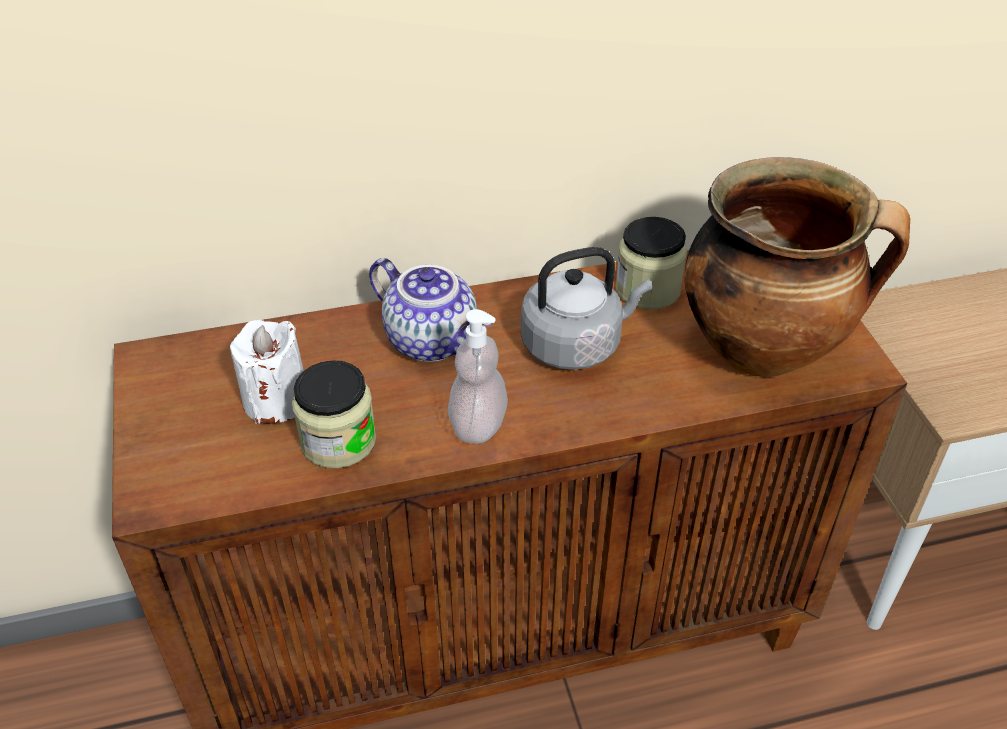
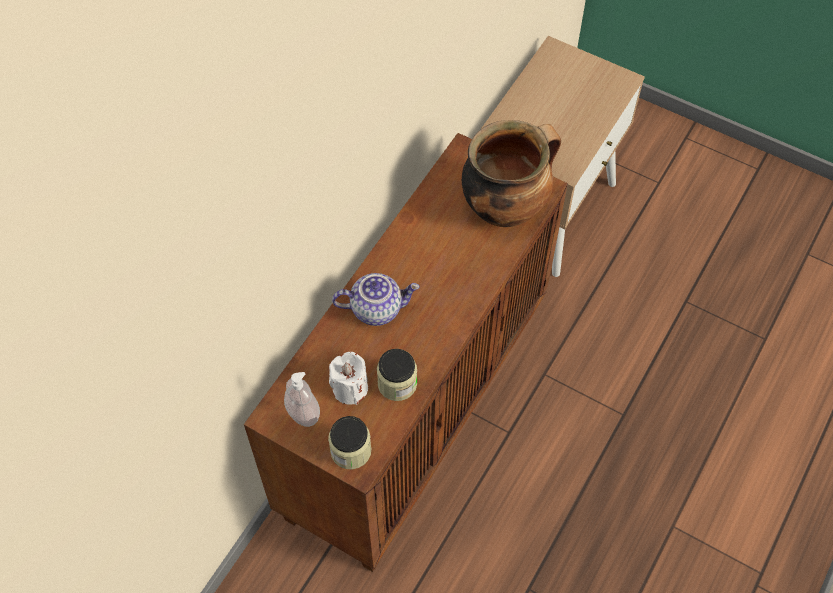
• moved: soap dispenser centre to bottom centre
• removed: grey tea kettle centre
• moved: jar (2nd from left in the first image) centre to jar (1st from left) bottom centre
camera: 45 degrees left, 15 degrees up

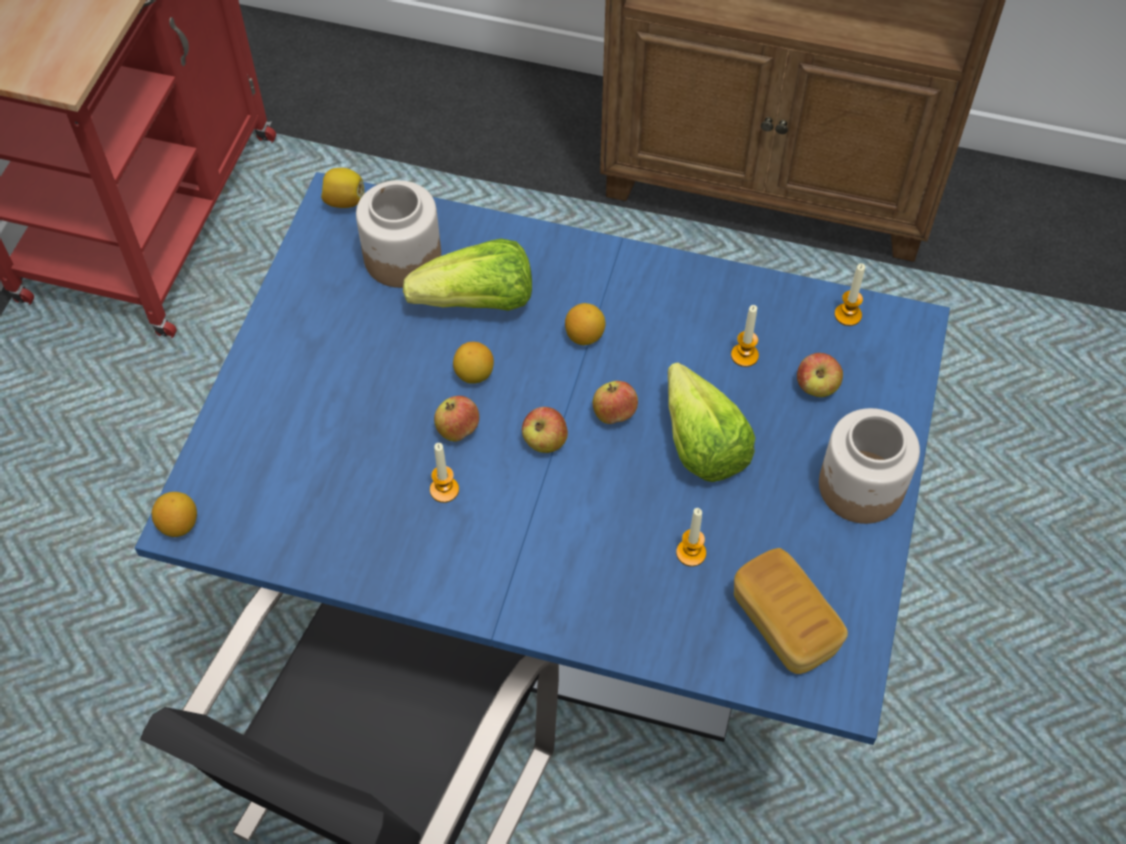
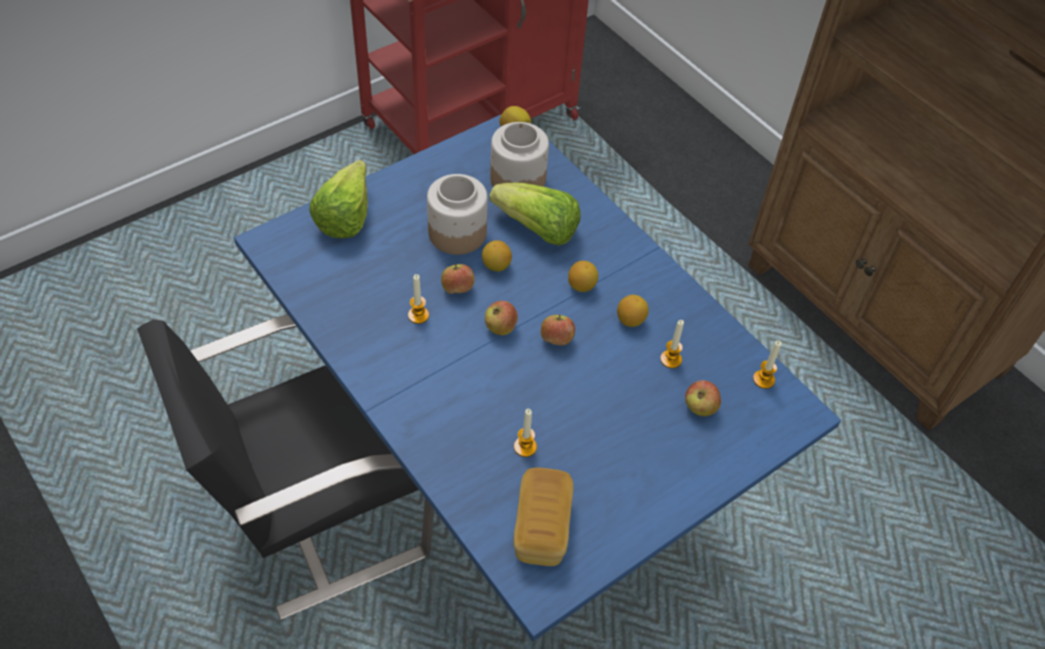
• moved: lemon (1st from left in the first image) middle left to lemon (4th from left) centre
• moved: head of lettuce (2nd from left in the first image) centre to head of lettuce (1st from left) top left
• moved: jar (2nd from left in the first image) middle right to jar (1st from left) top centre
camera: 35 degrees right, 5 degrees down

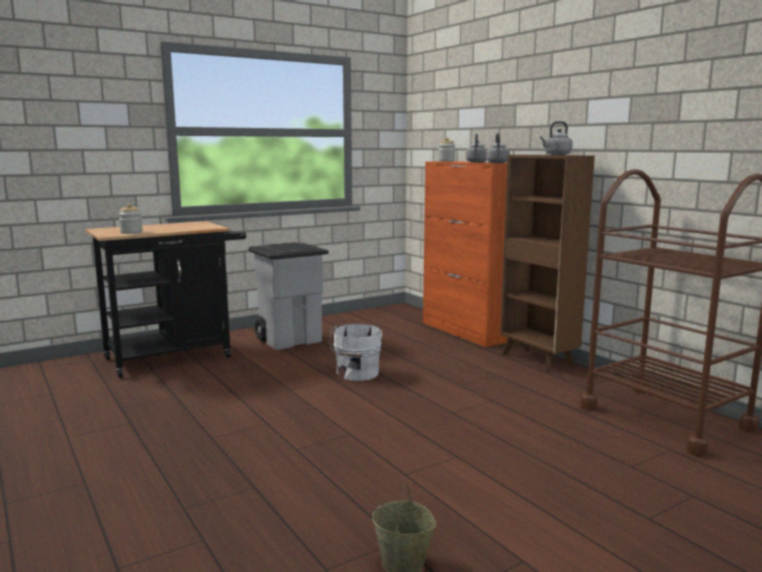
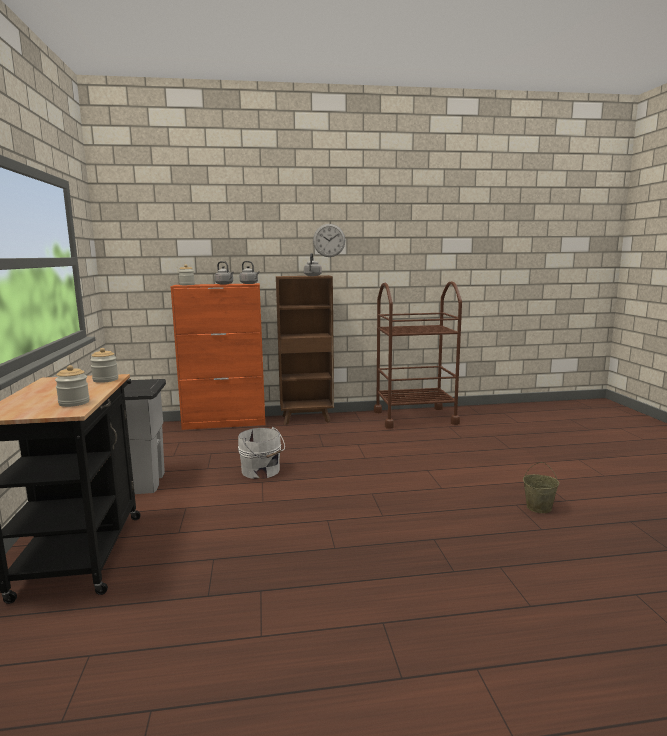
• added: jar (2nd from left) middle left
• added: hanging clock top centre
camera: 65 degrees left, 0 degrees up

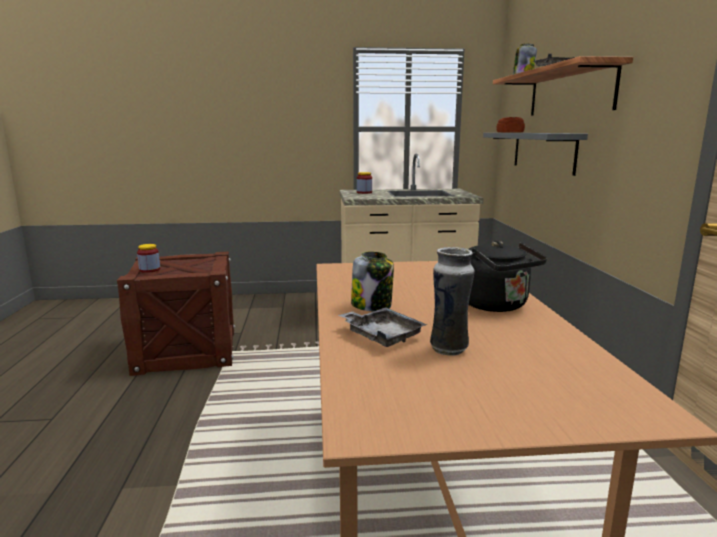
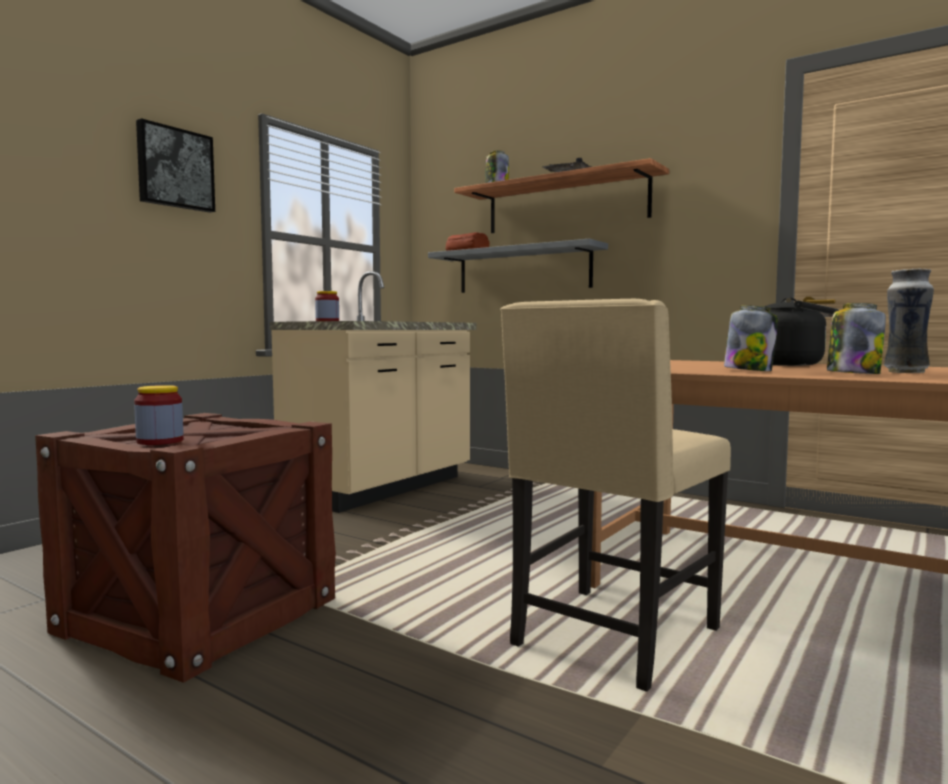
• replaced: grey carrying tray (1st from left) centre to jar (5th from left) middle right
• added: wall art top left
• added: beige upright chair centre
camera: 50 degrees left, 10 degrees down

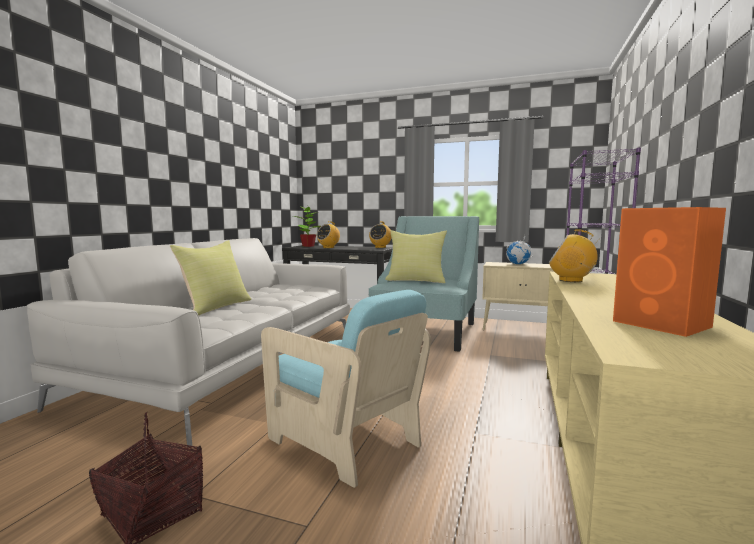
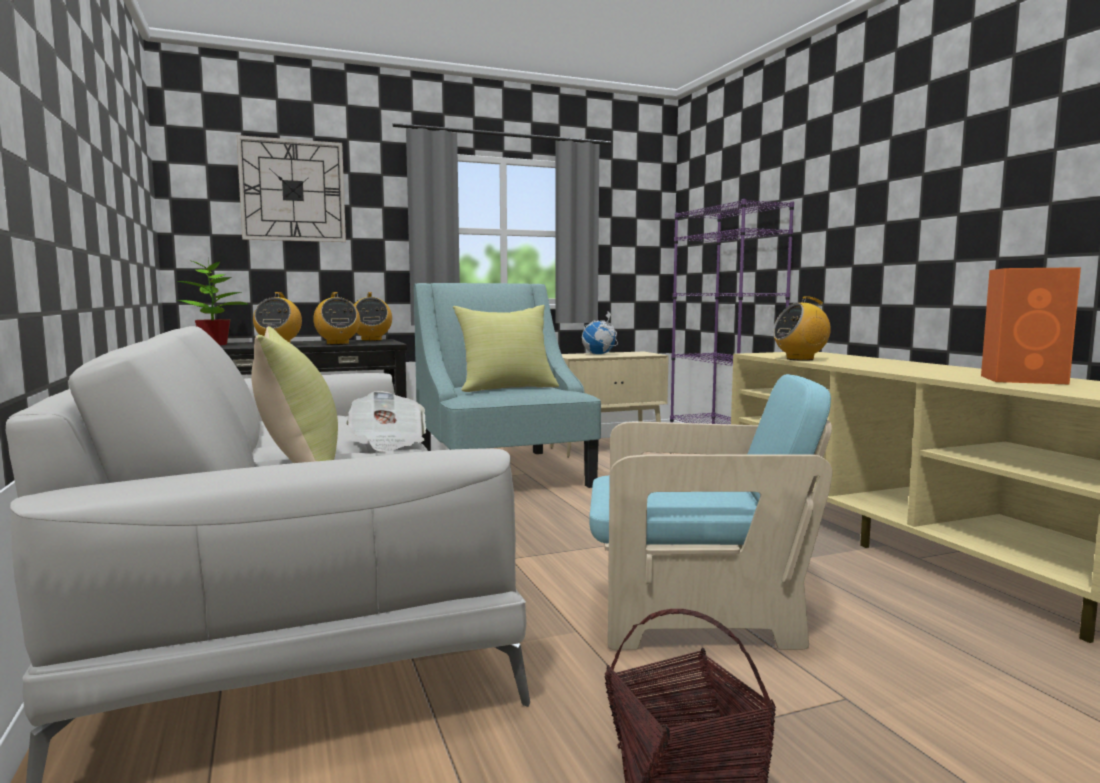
• added: hanging clock top left
• added: radio (2nd from left) middle left
• added: printed paper centre
camera: 40 degrees left, 0 degrees up

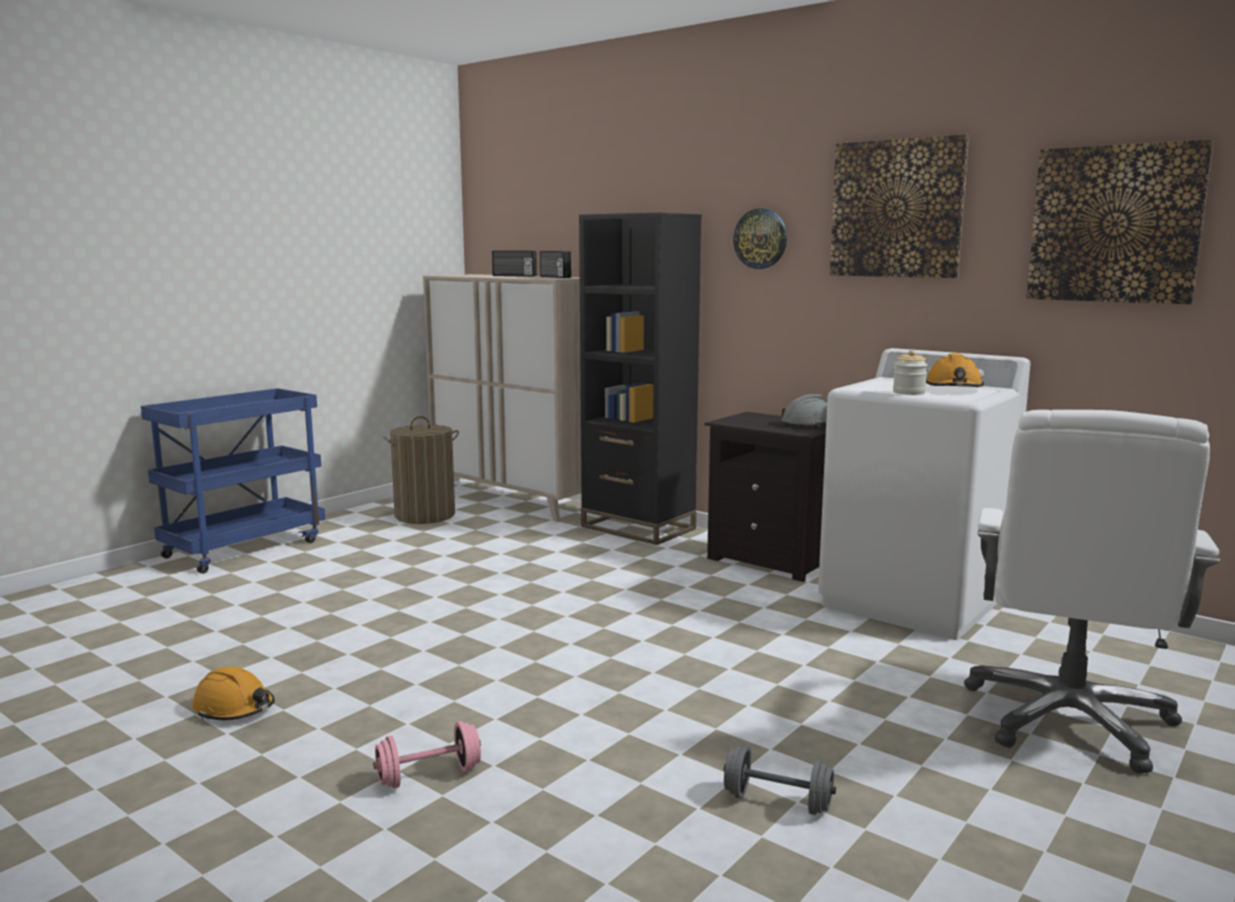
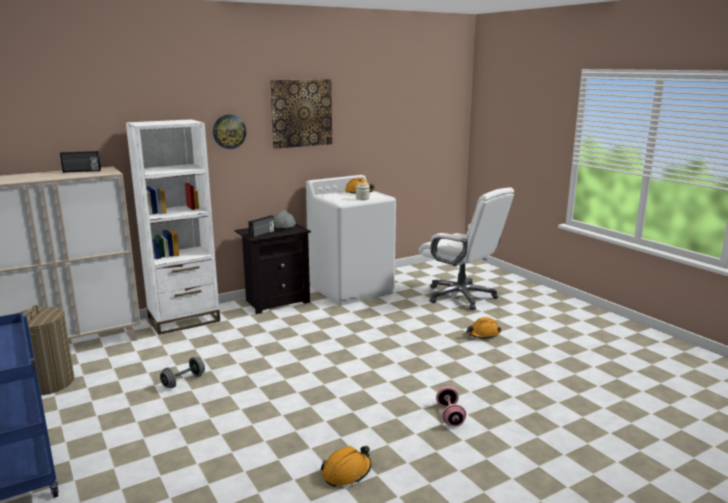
• moved: radio (1st from left in the first image) top centre to radio (2nd from left) centre
• recoloured: black shelving unit centre to white shelving unit middle left
• moved: grey dumbbell bottom centre to bottom left
• removed: wall art (2nd from left) top right
• added: orange-coloured safety helmet (3rd from left) centre
camera: 70 degrees left, 5 degrees up

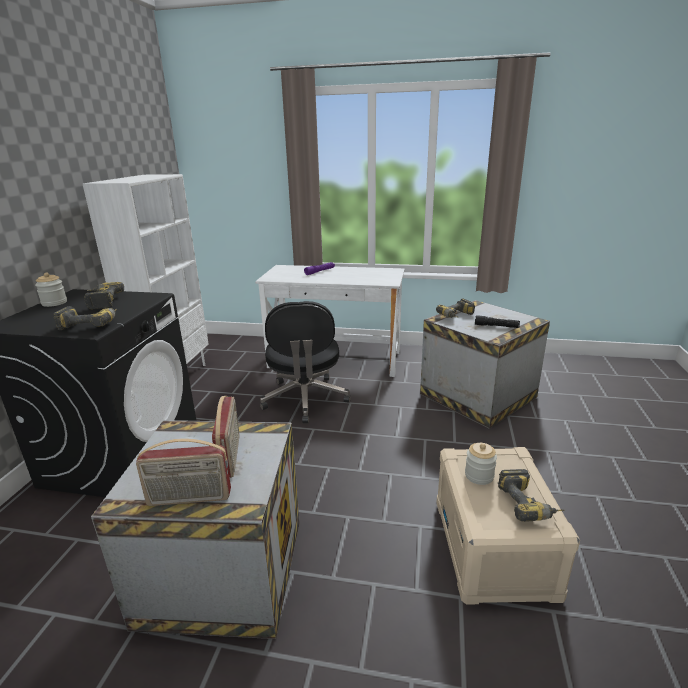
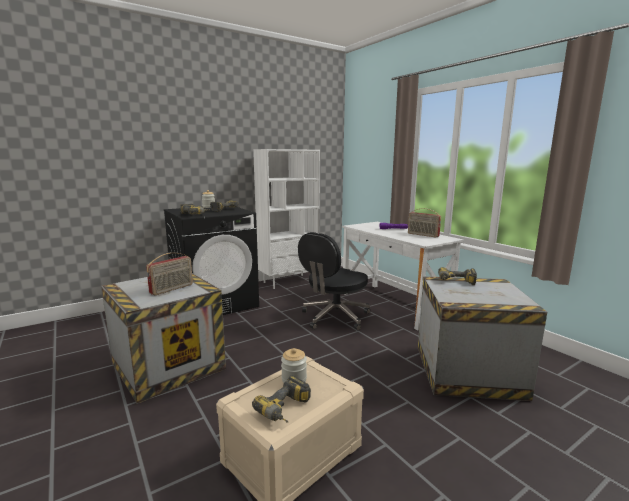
• moved: radio (1st from left in the first image) bottom left to radio (2nd from left) middle right
• removed: black torch middle right
camera: 45 degrees right, 10 degrees down

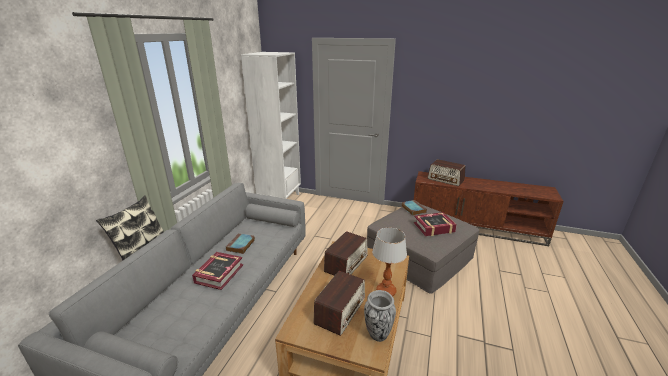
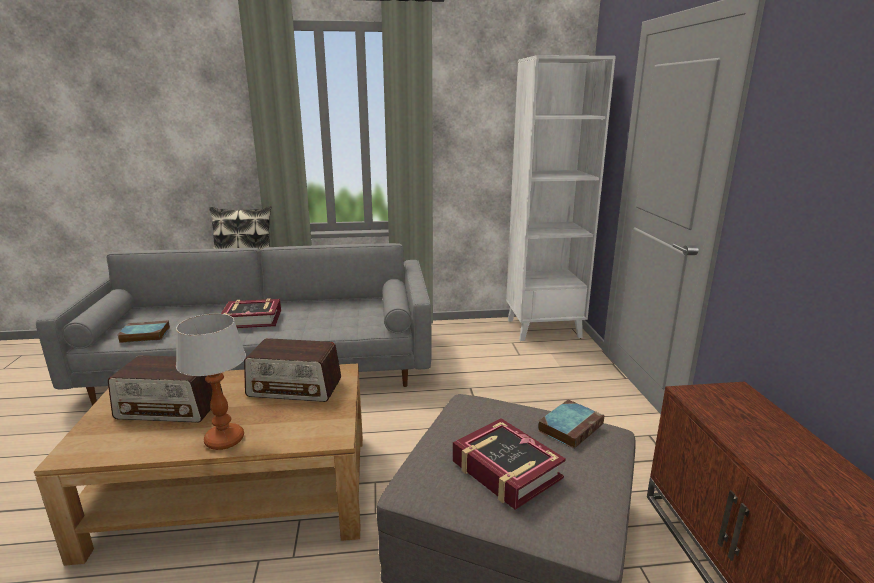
• moved: bound book (2nd from left in the first image) centre to bound book (1st from left) middle left
• removed: decorative vase bottom centre
• removed: radio (3rd from left) middle right
camera: 65 degrees right, 5 degrees down

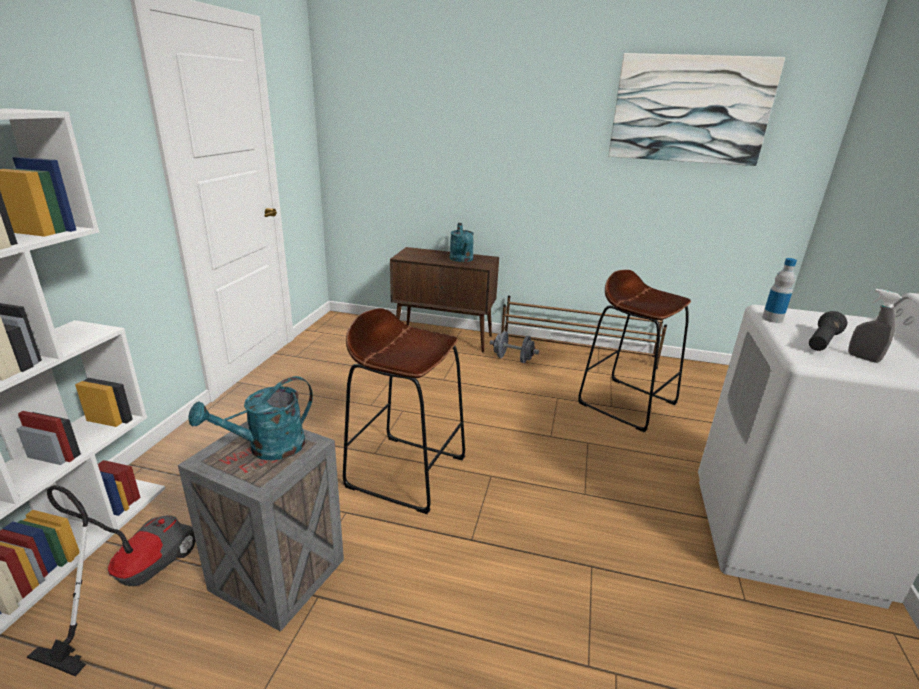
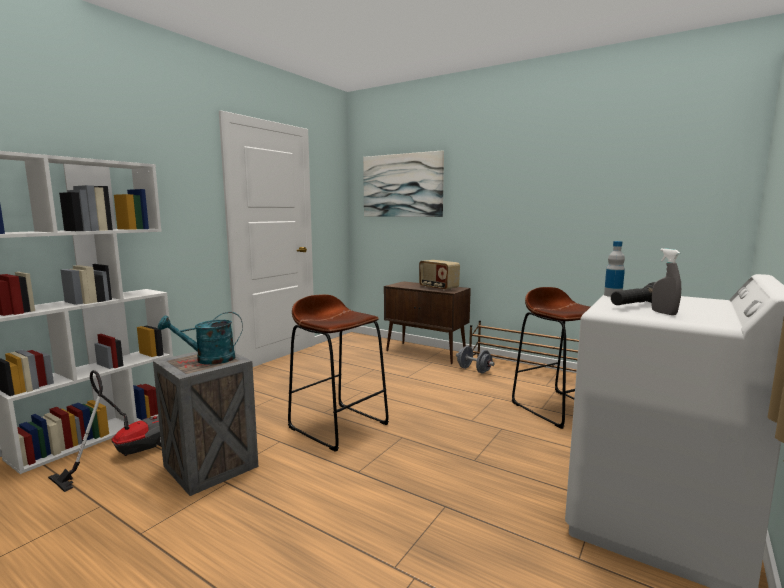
• replaced: turquoise-coloured watering can (2nd from left) centre to radio centre
• moved: wall art top right to top centre
camera: 20 degrees right, 15 degrees down

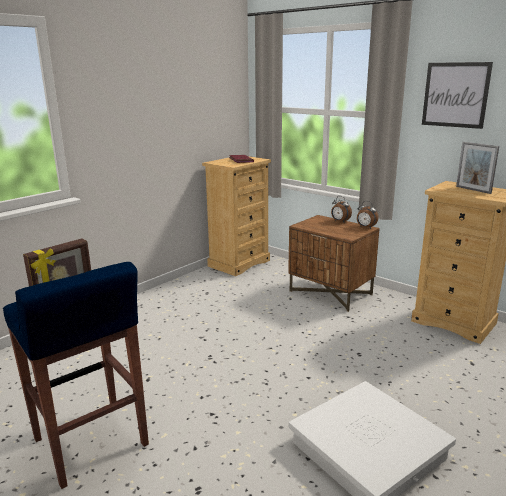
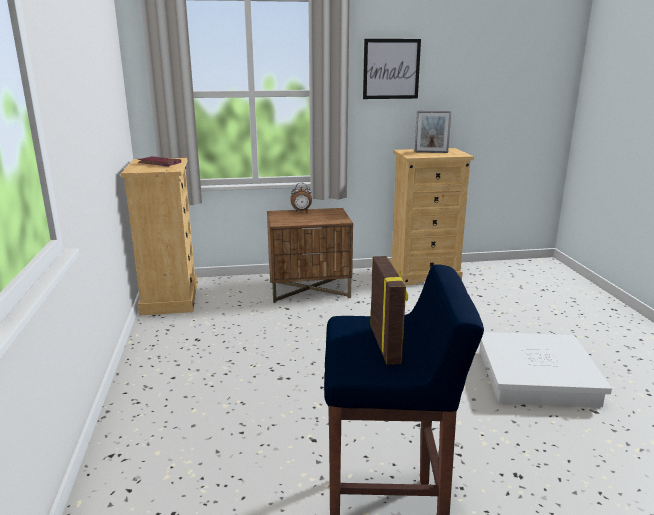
• removed: table clock (2nd from left) middle right
camera: 50 degrees left, 0 degrees up

